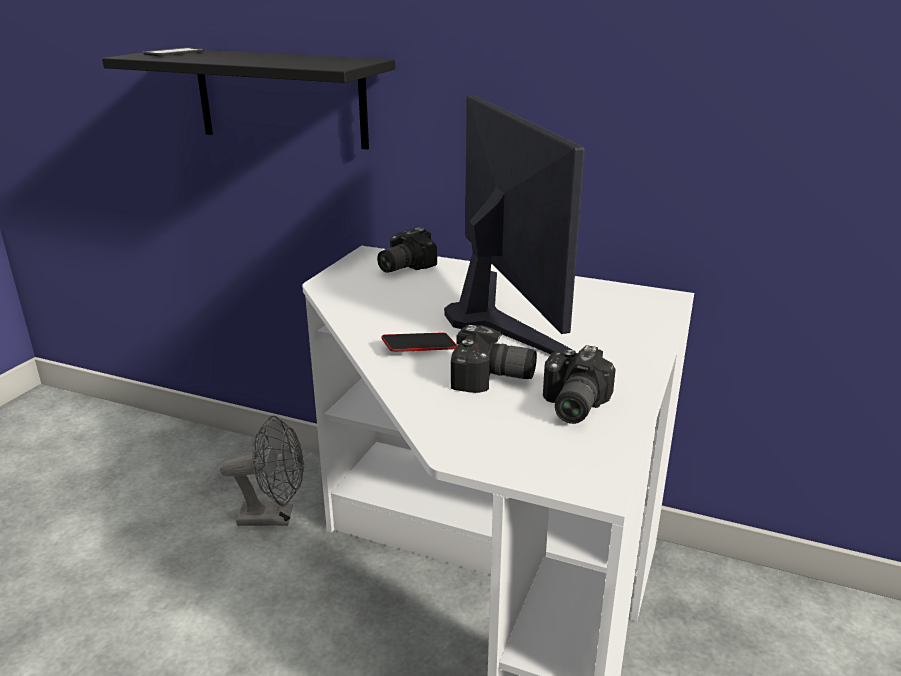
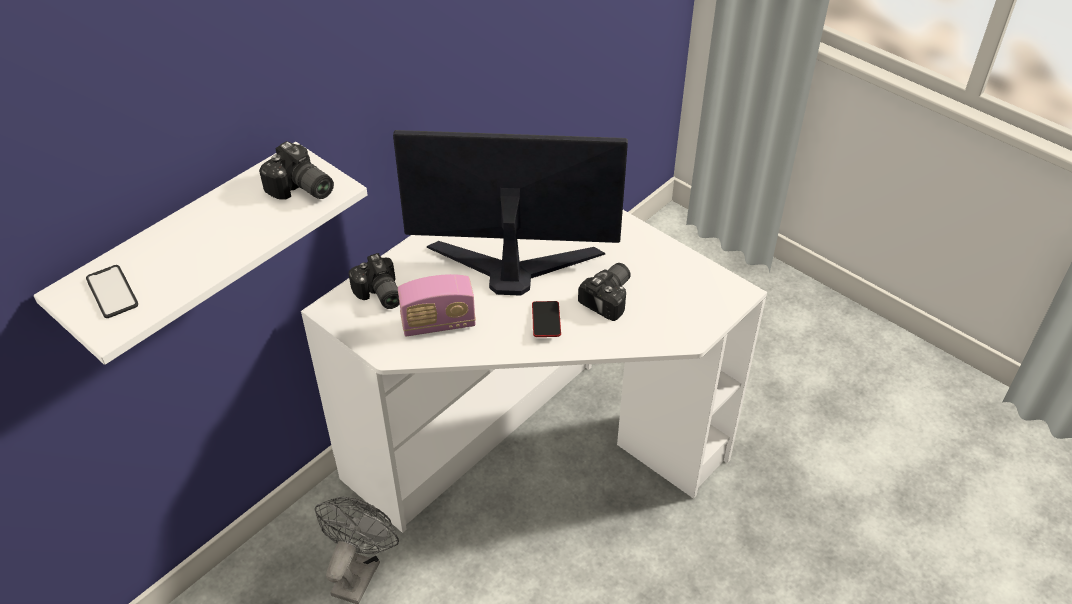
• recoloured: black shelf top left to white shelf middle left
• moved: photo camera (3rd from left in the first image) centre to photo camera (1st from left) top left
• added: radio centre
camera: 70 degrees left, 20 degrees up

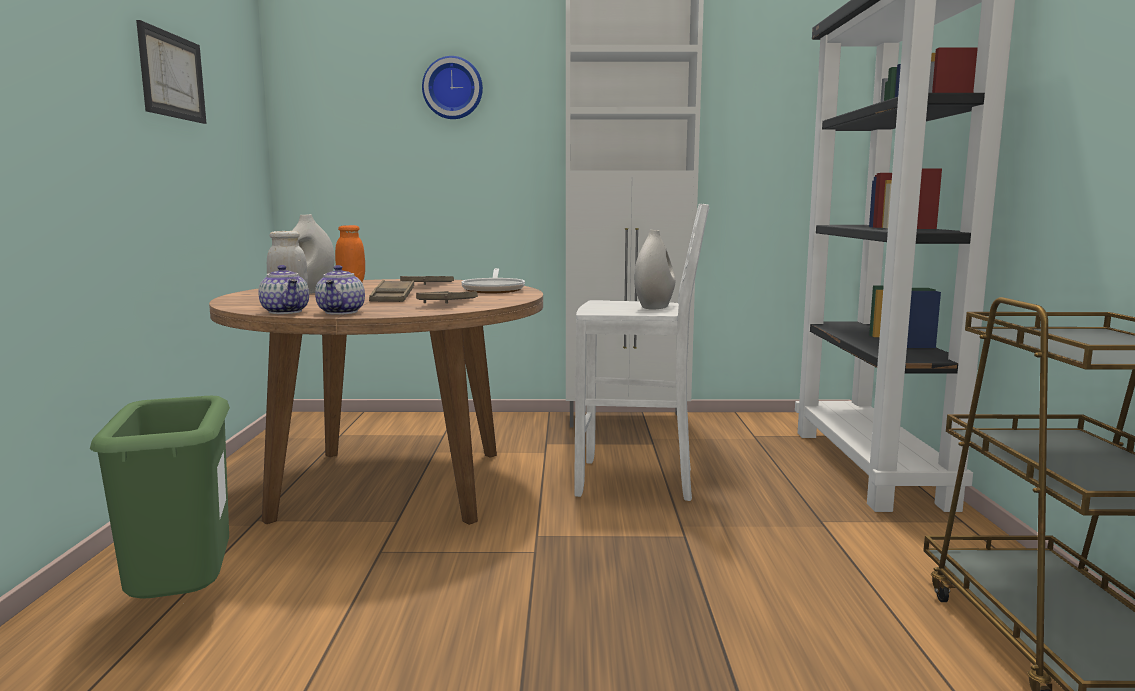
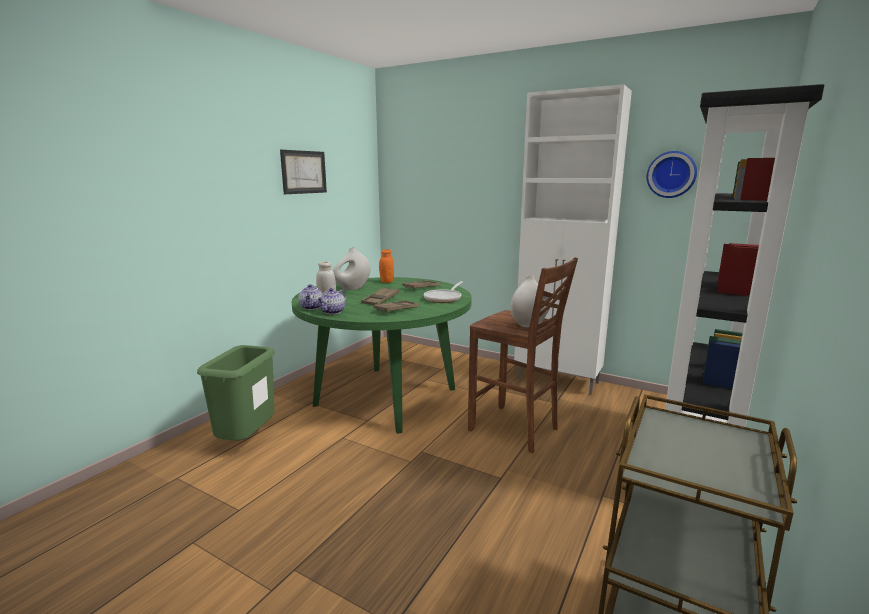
• recoloured: brown-coloured dinner table middle left to green-coloured dinner table centre
• moved: hanging clock top centre to top right
• recoloured: white stool centre to brown-coloured stool centre
camera: 30 degrees right, 5 degrees up

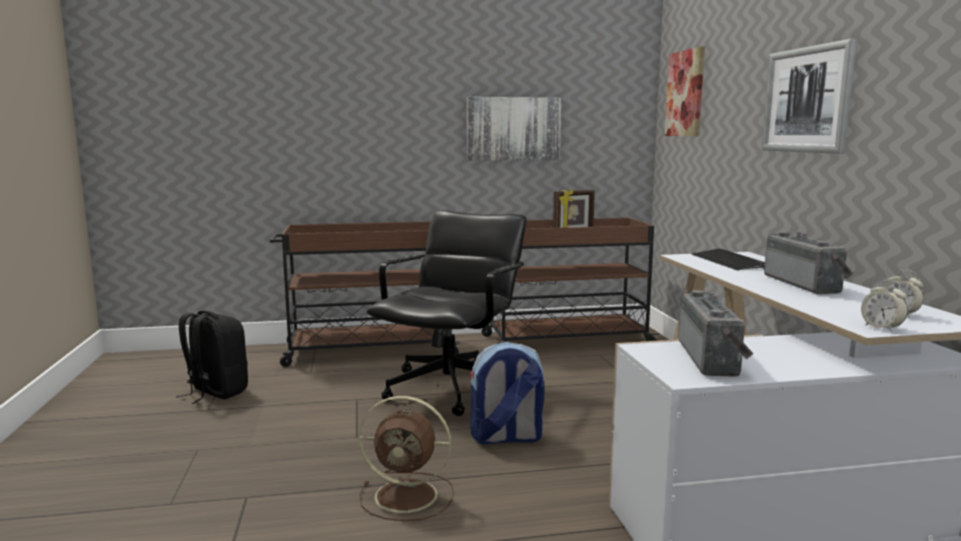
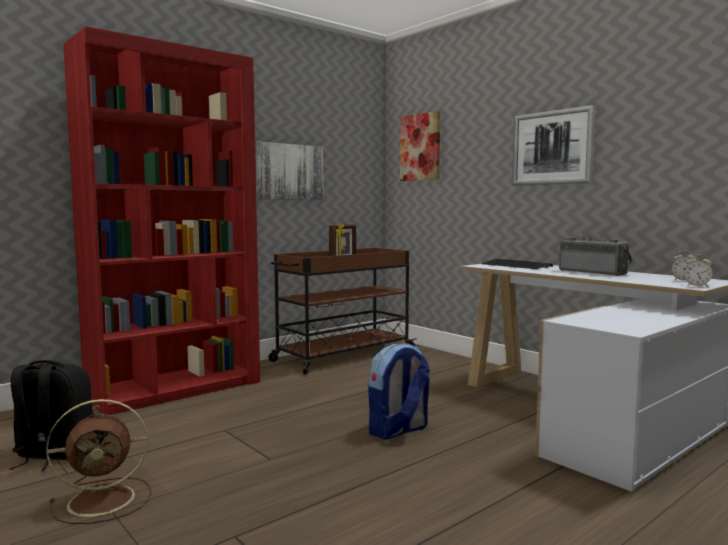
• replaced: brown-coloured cart (1st from left) centre to red shelving unit middle left
• moved: brown-coloured electric fan bottom centre to bottom left
• removed: black office chair centre
• removed: radio (1st from left) middle right
camera: 30 degrees left, 5 degrees down

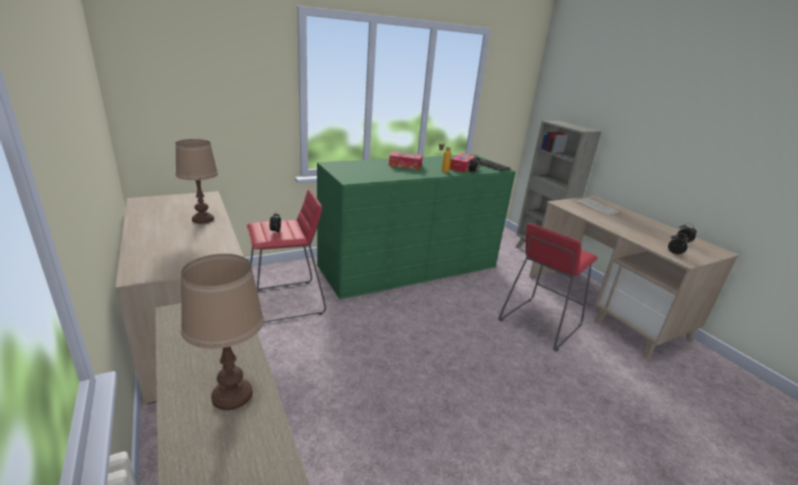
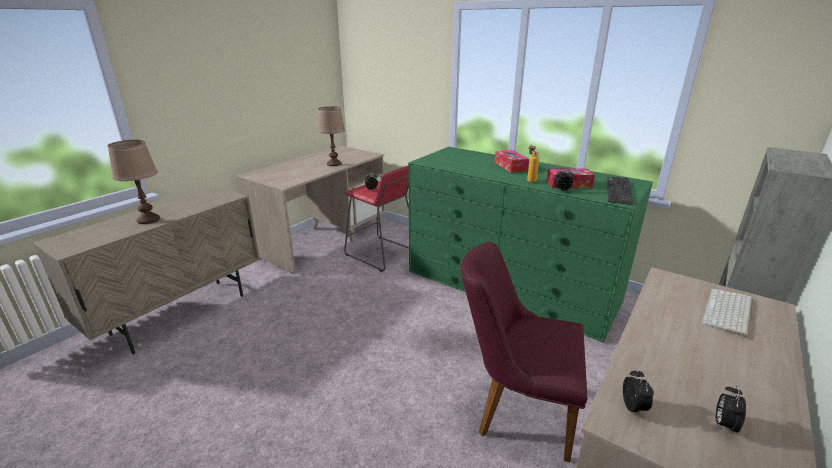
• replaced: red stool (2nd from left) middle right to purple-coloured upright chair bottom centre
camera: 65 degrees right, 0 degrees up

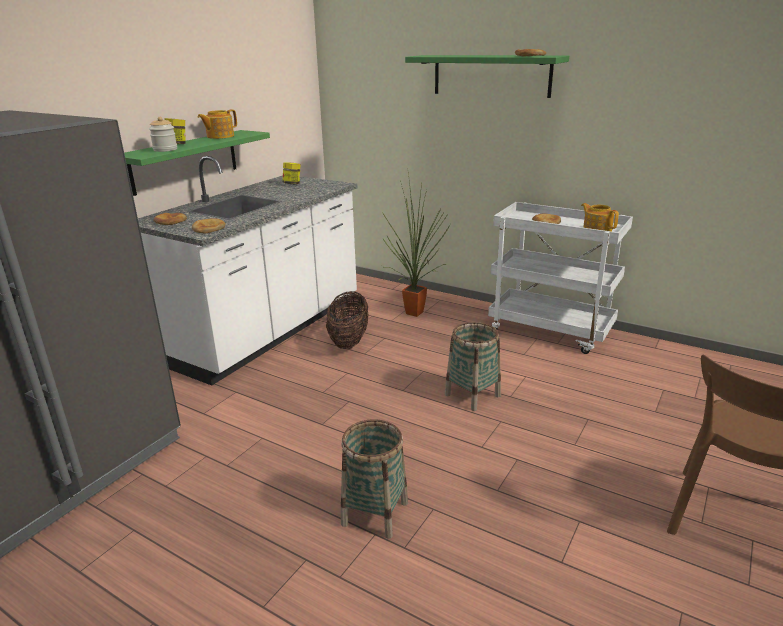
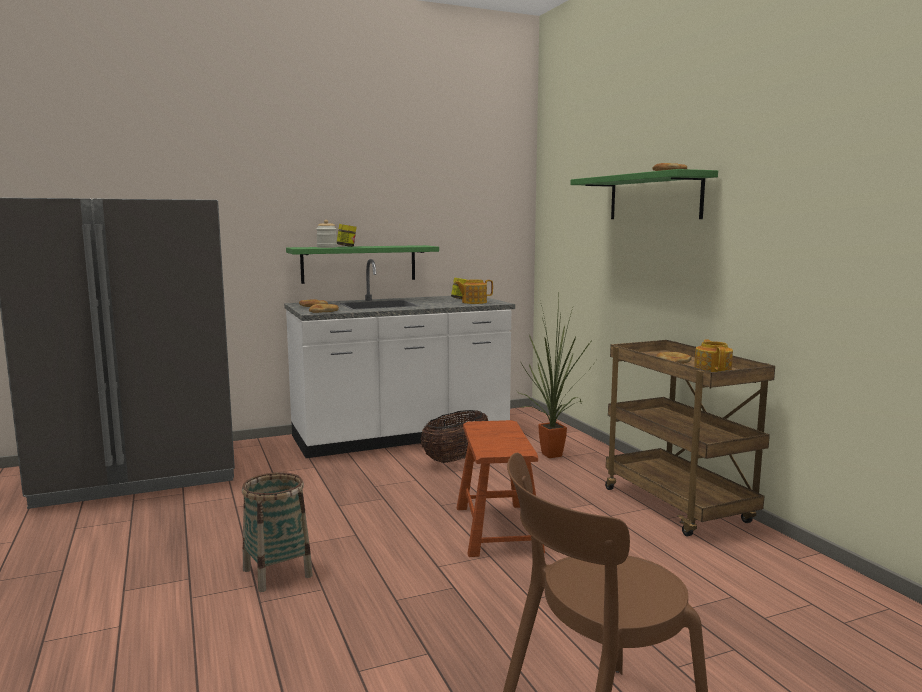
• moved: pot for tea (1st from left) top left to centre
• replaced: storage basket (3rd from left) centre to brown-coloured stool bottom centre
• recoloured: white cart middle right to brown-coloured cart middle right
camera: 35 degrees right, 15 degrees down

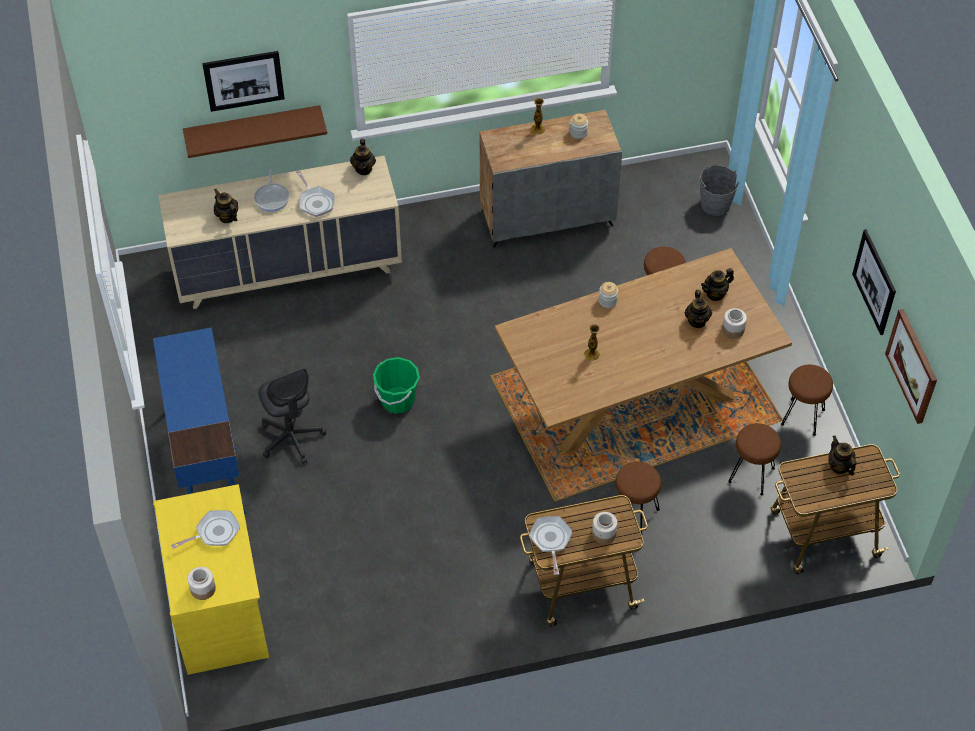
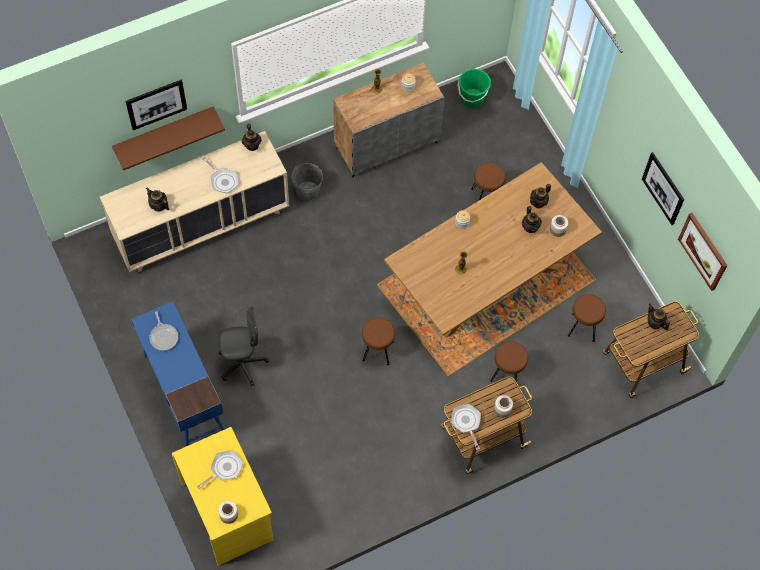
• moved: pan (2nd from left in the first image) top left to pan (1st from left) middle left
• turned: grey office chair middle left = middle left 60 degrees counterclockwise
• moved: green-coloured bucket centre to top centre
• moved: grey bucket top right to top centre
• moved: brown-coloured stool (4th from left in the first image) middle right to brown-coloured stool (1st from left) centre
camera: 15 degrees left, 10 degrees up

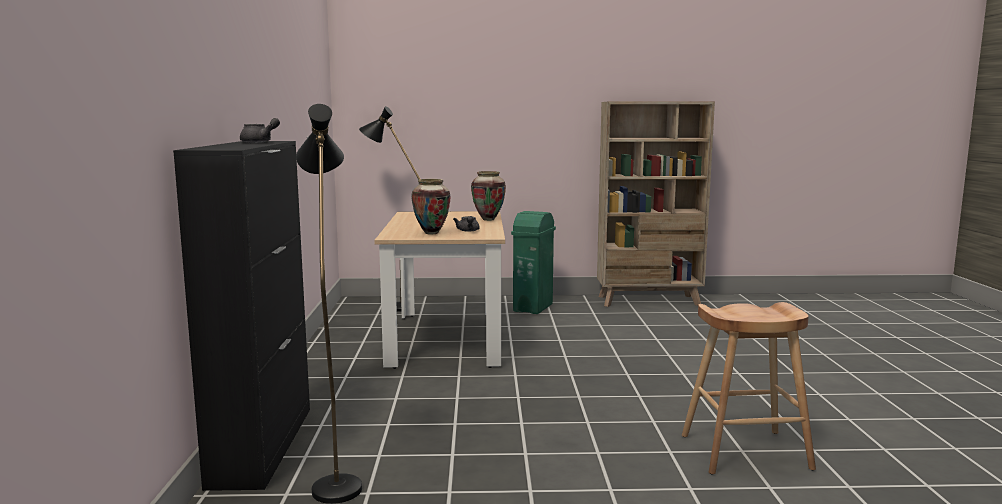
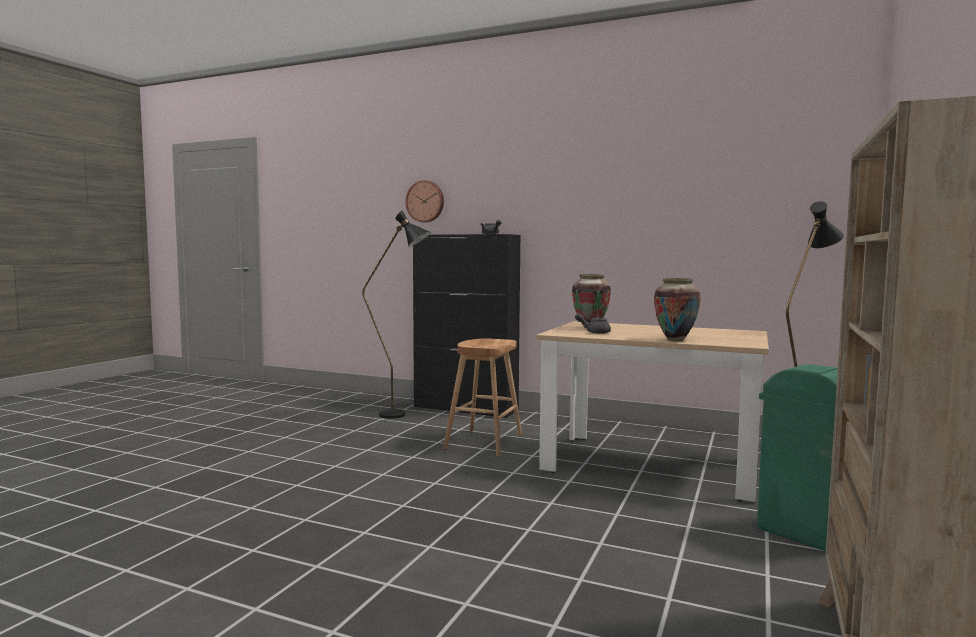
• moved: brown-coloured stool bottom right to centre
• added: hanging clock top centre
camera: 115 degrees right, 5 degrees down

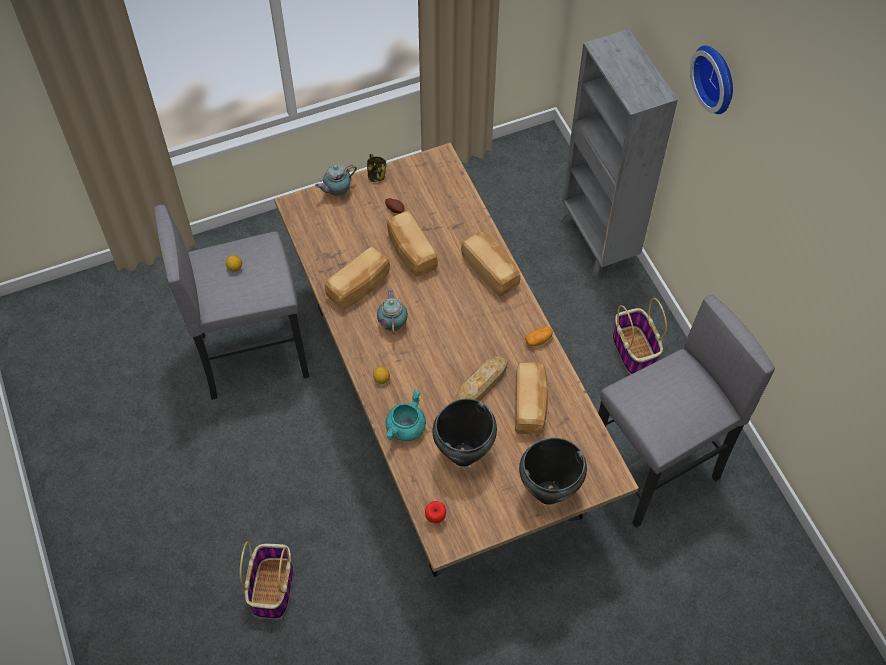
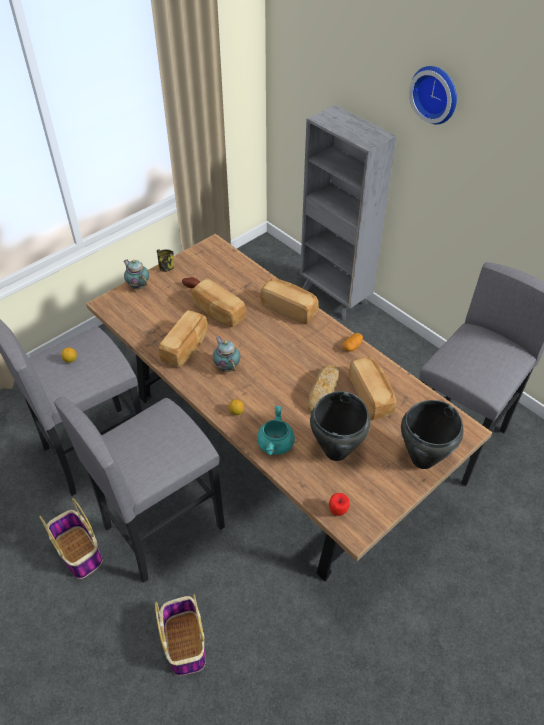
• turned: pot for tea (1st from left) top centre = middle left 105 degrees clockwise
• moved: storage basket (2nd from left in the first image) middle right to storage basket (1st from left) bottom left
• added: grey stool (2nd from left) bottom left
camera: 20 degrees left, 10 degrees down

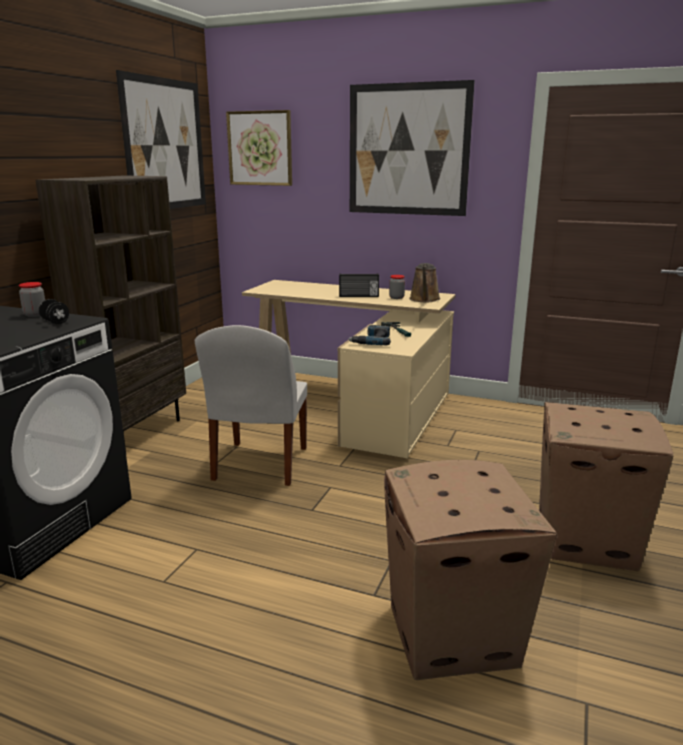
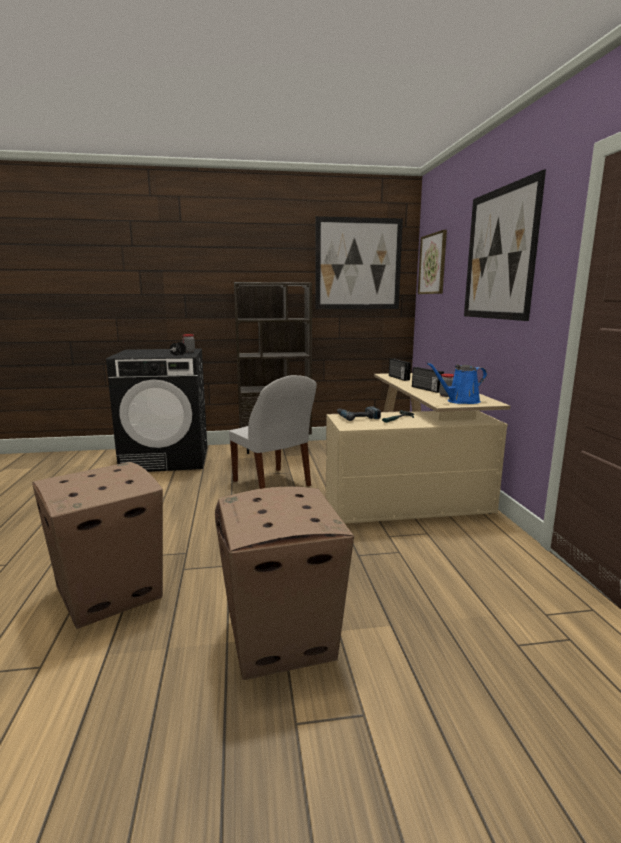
• turned: white upright chair centre = centre 105 degrees counterclockwise
• recoloured: brown-coloured watering can centre to blue watering can middle right
• added: radio (1st from left) centre
camera: 60 degrees right, 5 degrees down

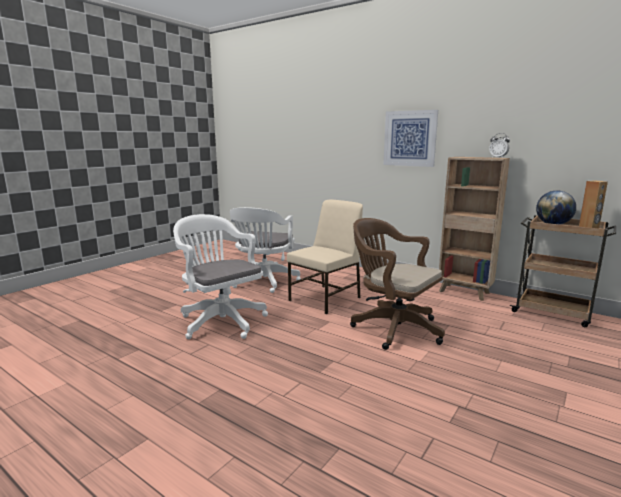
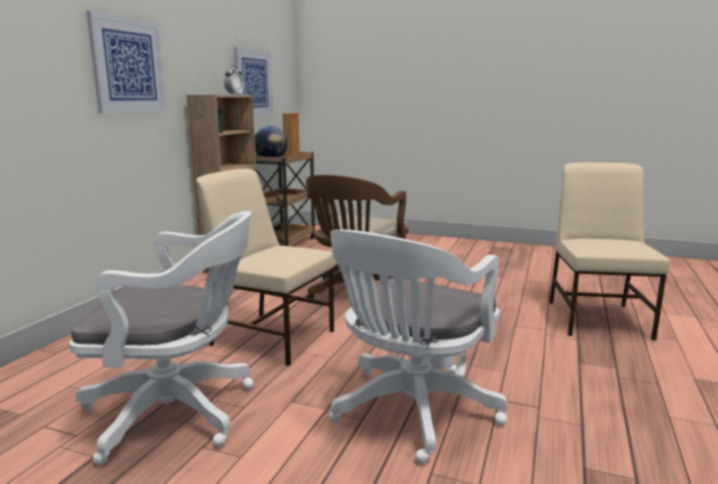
• added: wall art (2nd from left) top centre
• added: beige upright chair (2nd from left) middle right
camera: 105 degrees left, 0 degrees up

